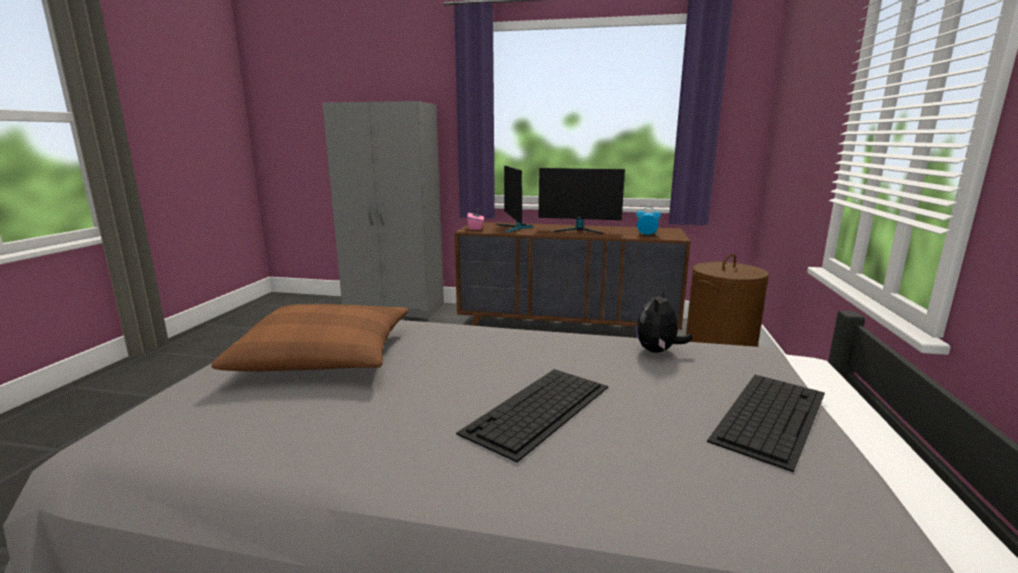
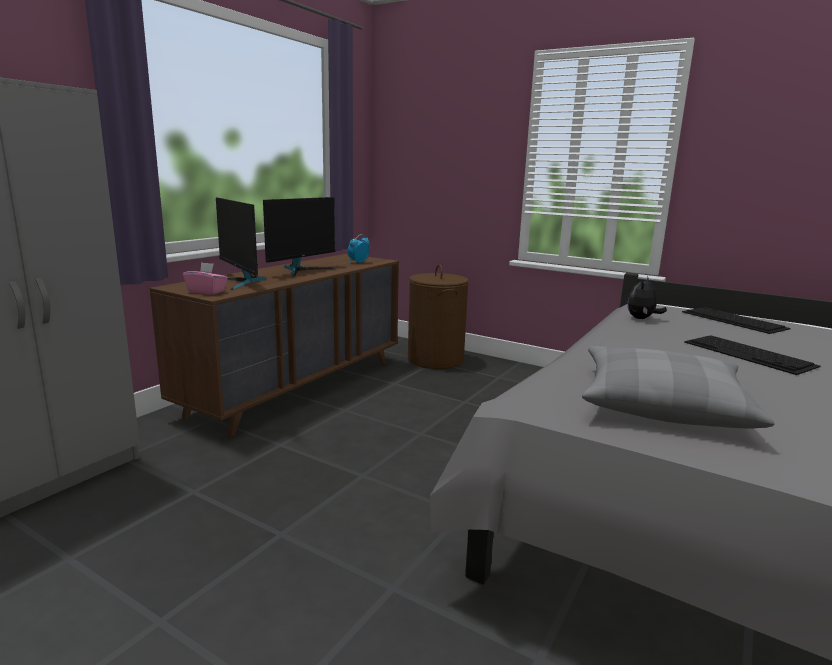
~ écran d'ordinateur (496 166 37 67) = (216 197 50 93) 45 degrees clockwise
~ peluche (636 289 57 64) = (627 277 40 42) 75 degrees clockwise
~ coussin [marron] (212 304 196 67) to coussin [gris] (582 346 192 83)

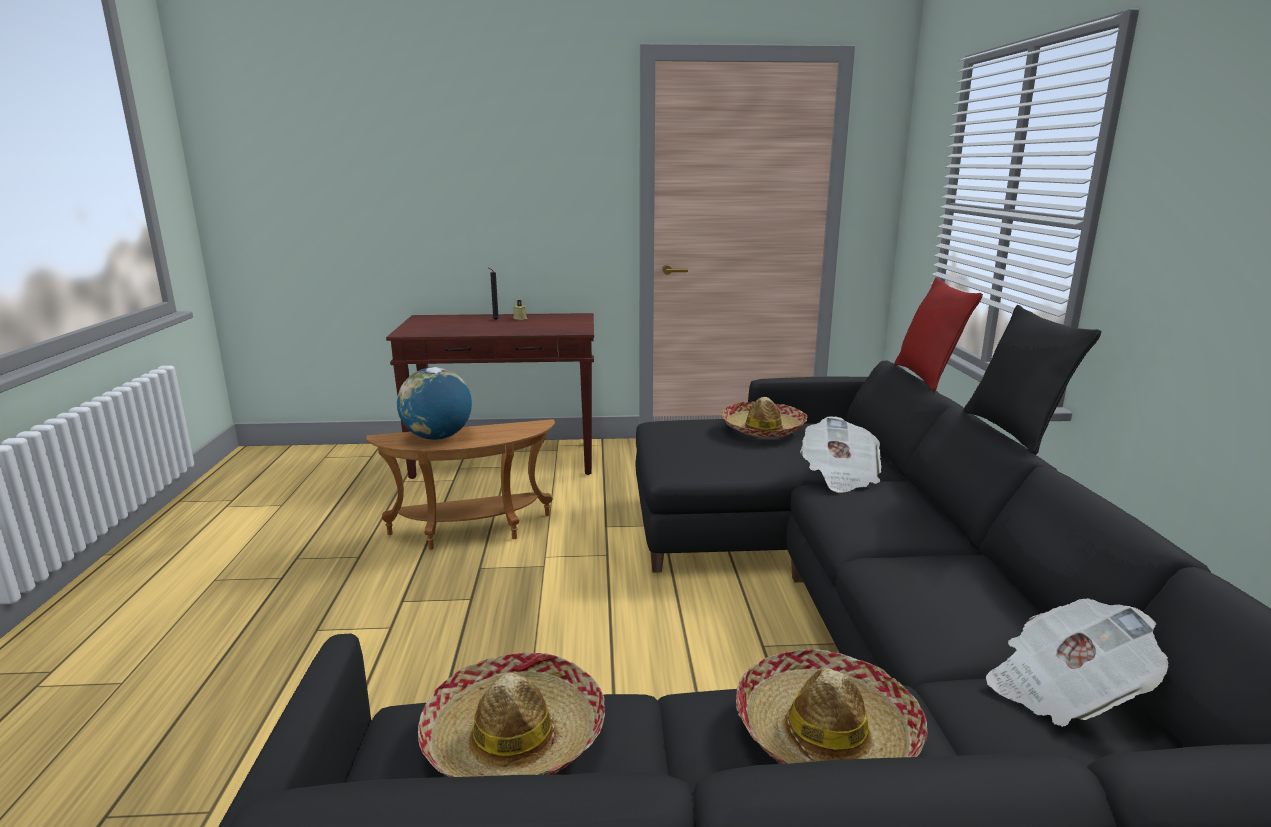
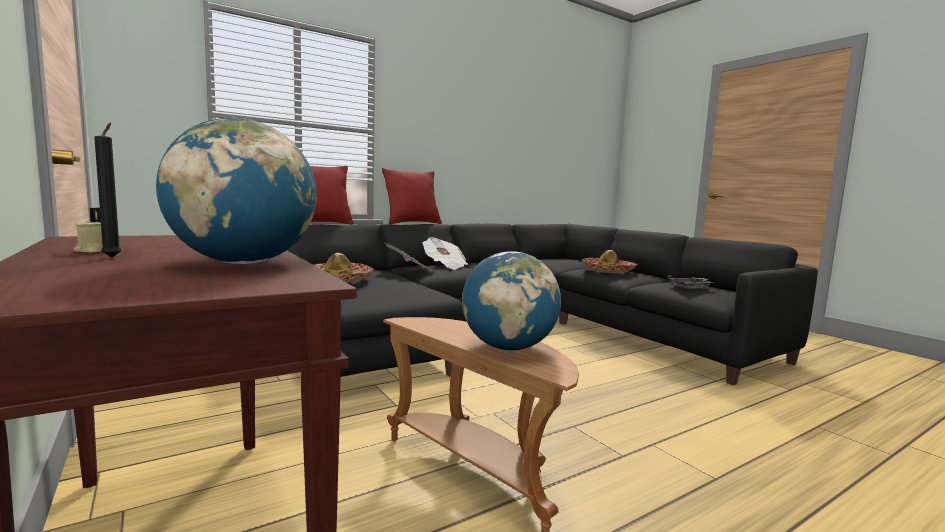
~ coussin [noir] (964 305 138 150) to coussin [rouge] (382 168 60 56)
~ journal (986 598 182 129) to (422 237 46 33)
~ chapeau (418 653 187 124) to plateau [gris] (667 275 48 14)
+ globe (156 118 161 146)

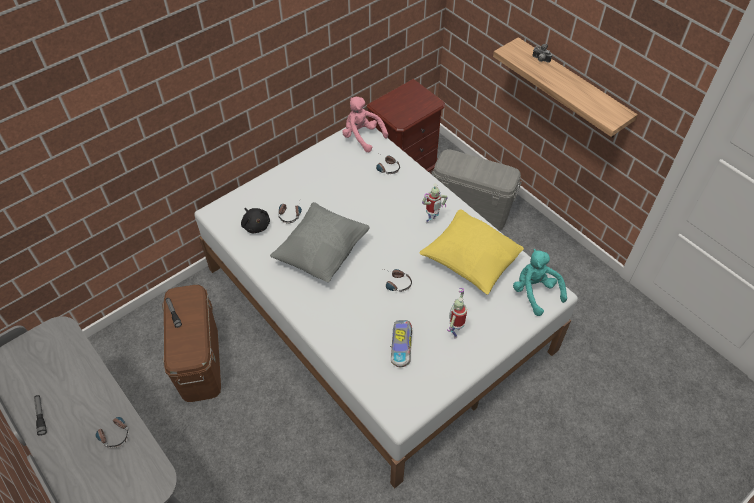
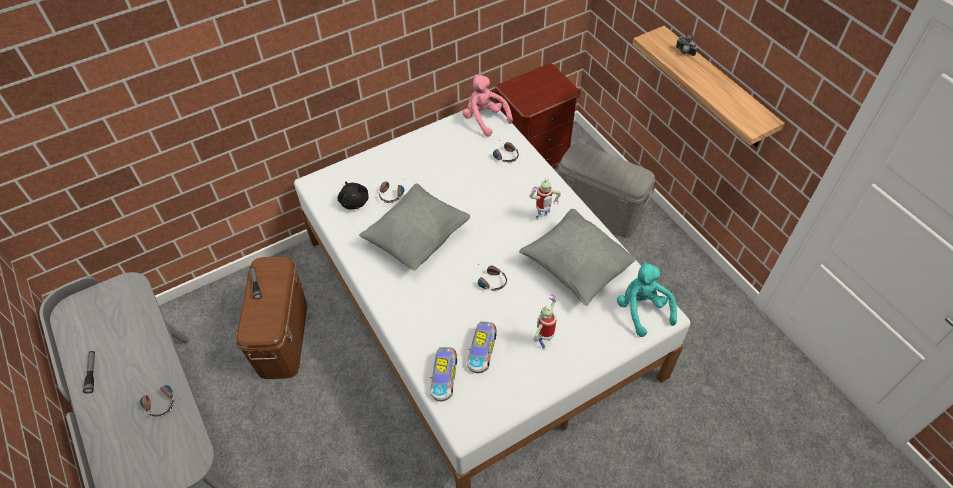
~ coussin [jaune] (419 210 105 85) to coussin [gris] (519 209 117 97)
+ petite voiture (430 347 27 55)

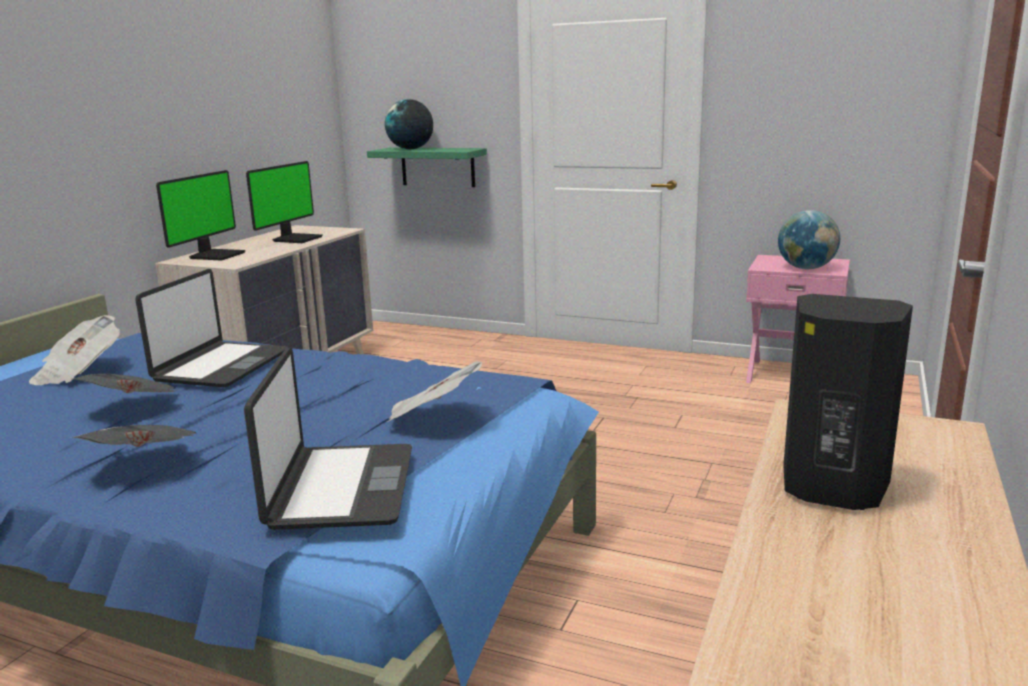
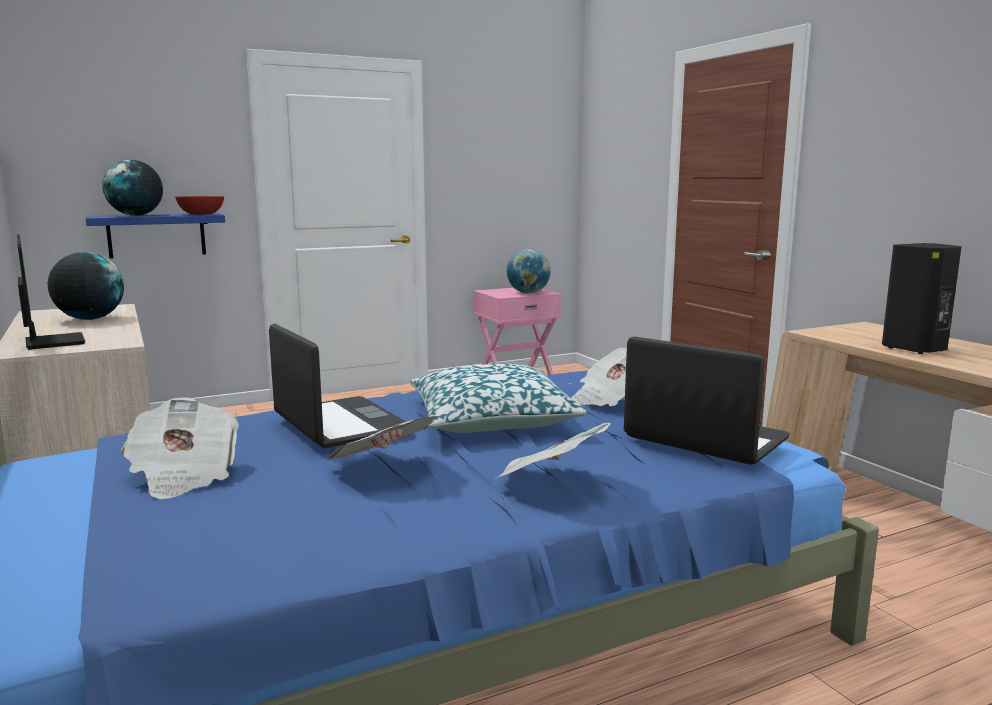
~ étagère [vert] (367 147 120 40) to étagère [bleu] (86 213 139 46)
~ écran d'ordinateur (246 161 77 82) to globe (48 252 76 68)
+ bol [rouge] (175 196 50 19)
+ coussin (410 364 177 69)

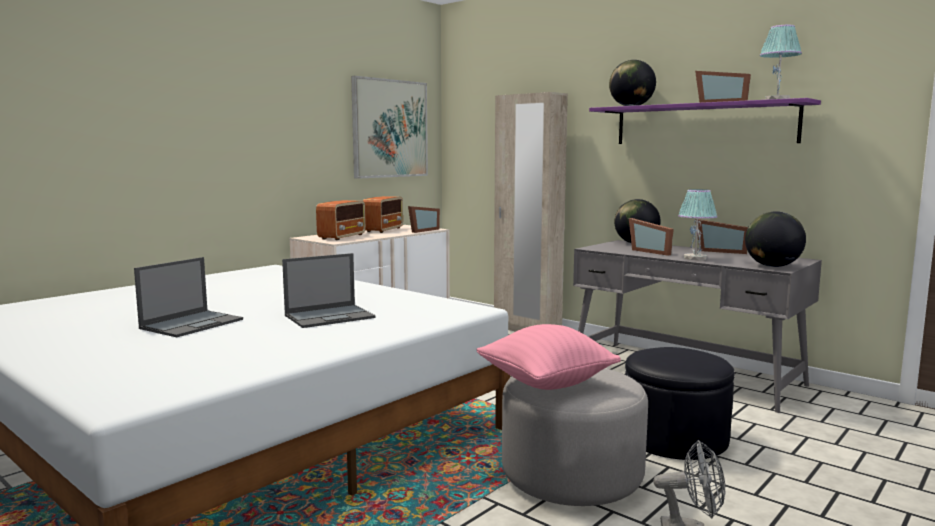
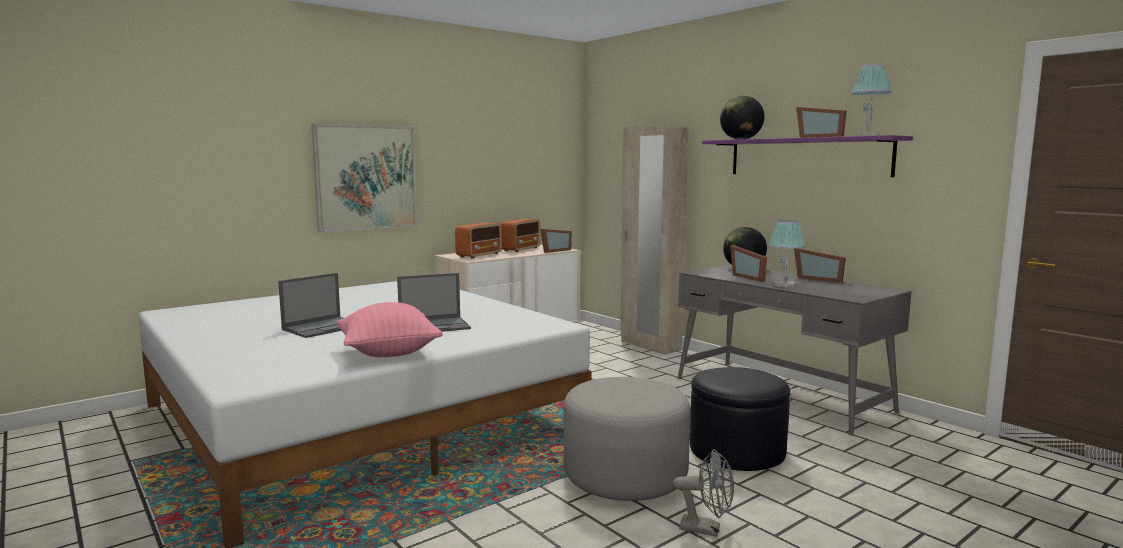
~ tableau (351 76 77 103) to (311 124 106 109)
- globe (745 211 61 56)
~ coussin [rose] (476 324 145 66) to (337 302 106 55)

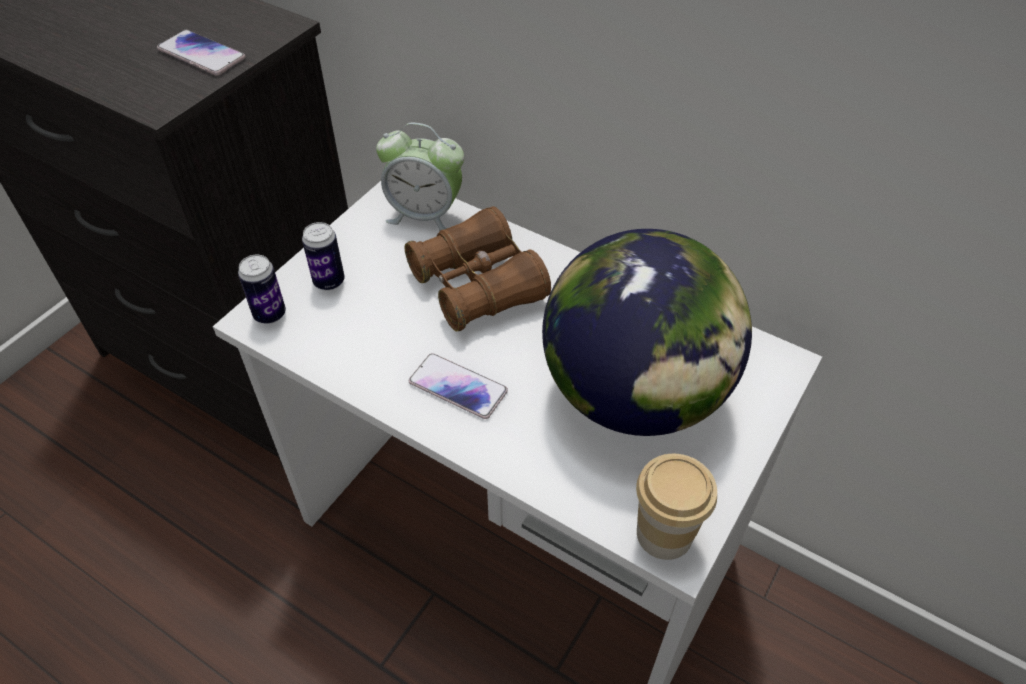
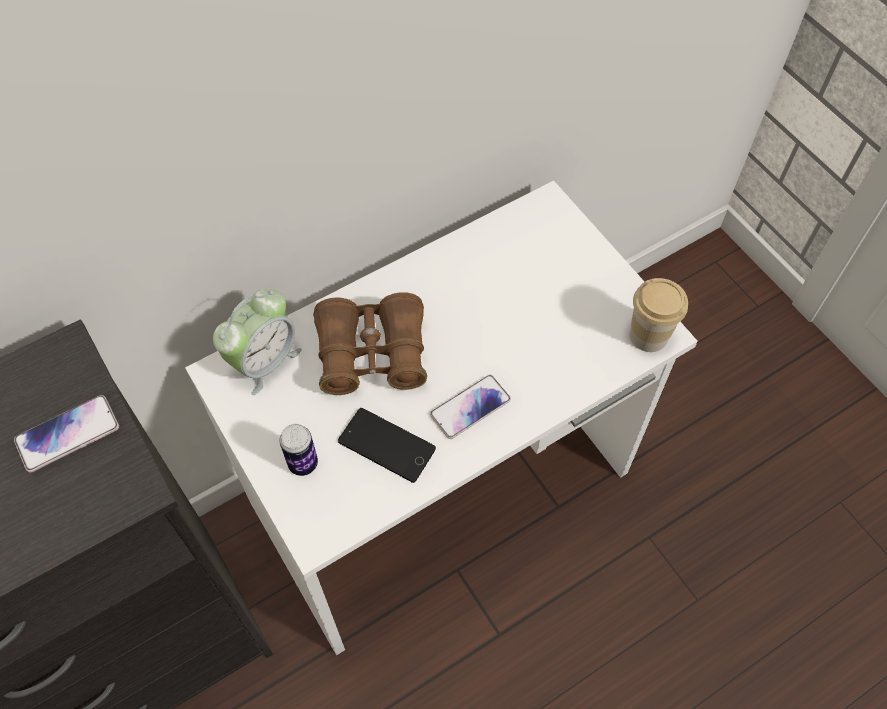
- globe (542 229 210 207)
- boîte métallique (238 255 48 69)
+ téléphone (338 408 98 75)

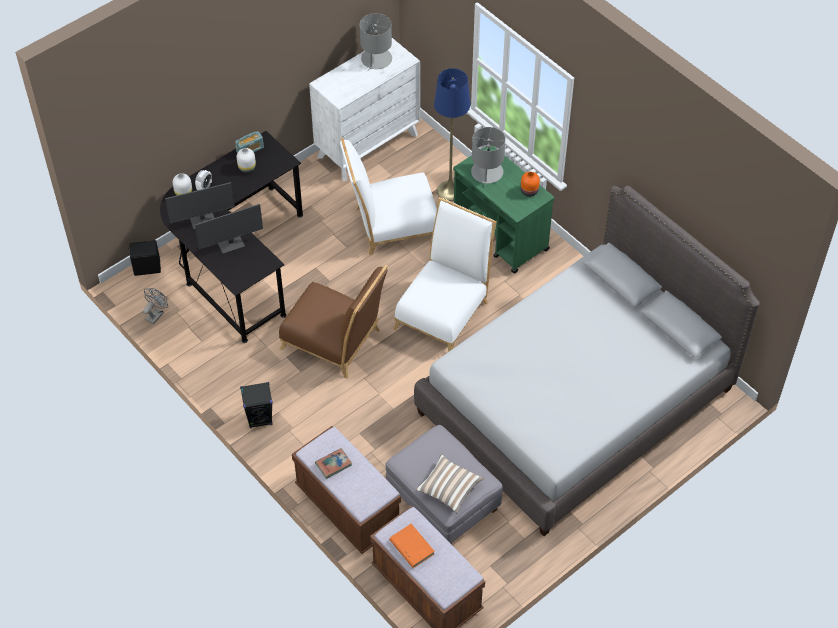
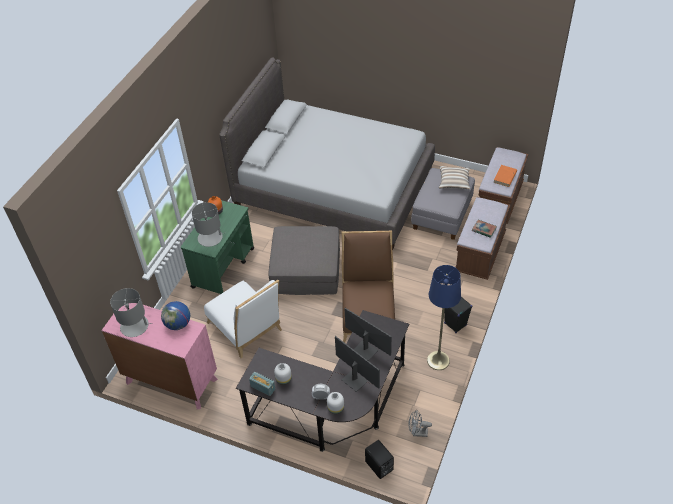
~ commode [blanc] (309 38 111 143) to commode [rose] (102 303 116 106)
~ lampadaire [bleu] (434 68 37 133) to (427 265 34 105)
~ chaise [blanc] (393 197 104 155) to pouf [gris] (269 226 71 69)
+ globe (161 301 29 29)

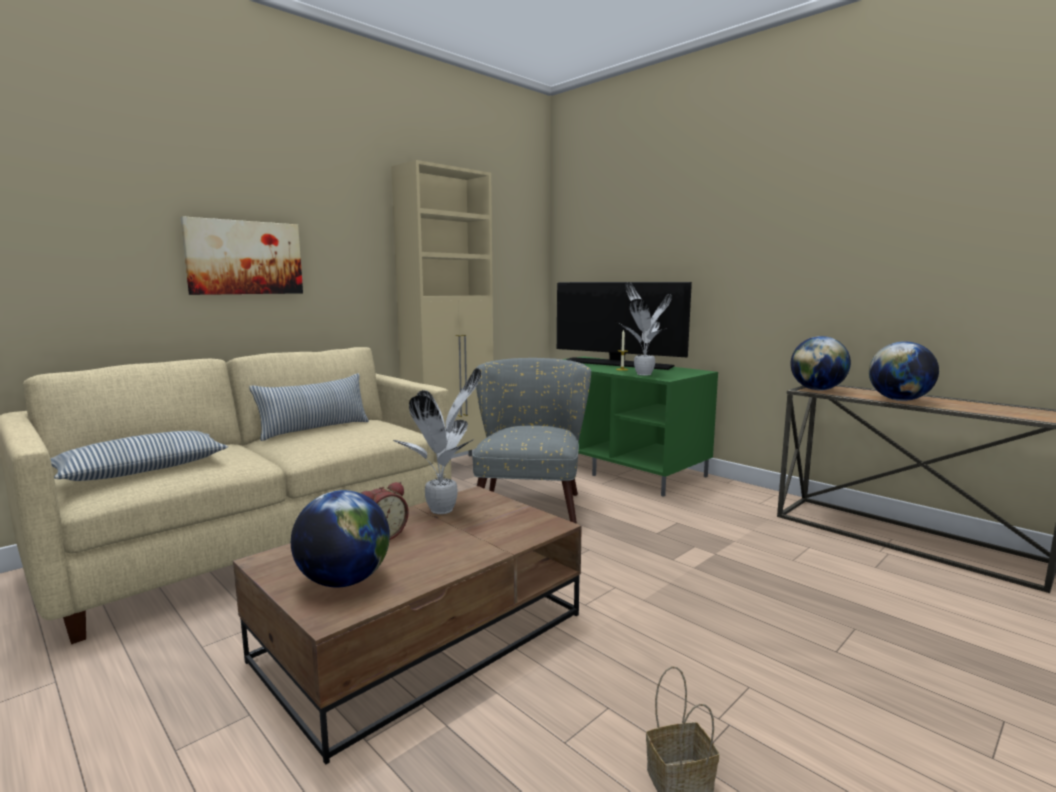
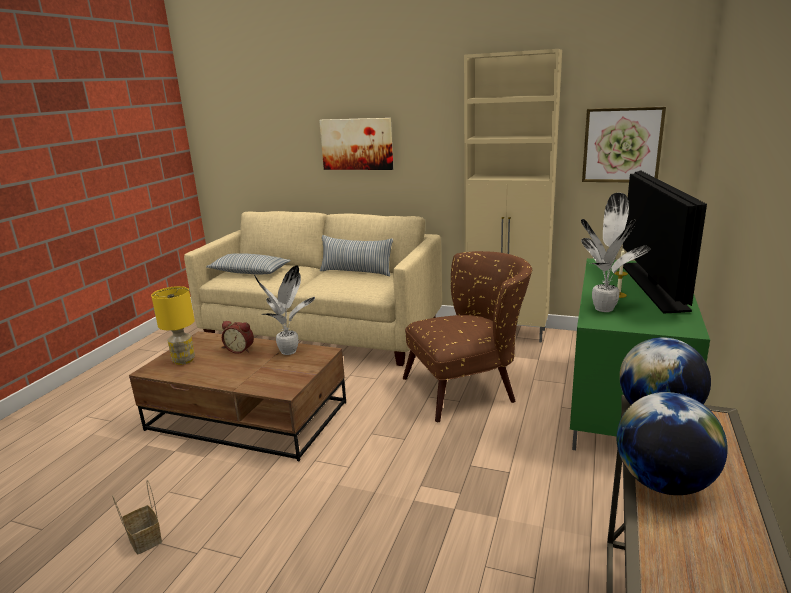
~ fauteuil [gris] (472 358 119 166) to fauteuil [marron] (403 251 129 171)
~ globe (291 490 99 97) to lampe de table [jaune] (151 286 44 79)
+ tableau (582 107 84 75)

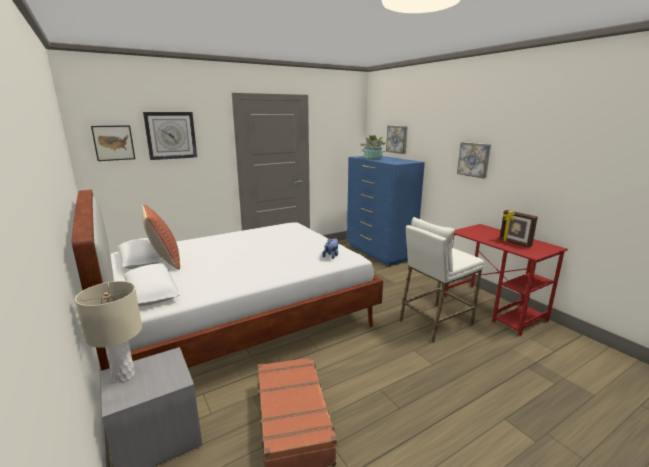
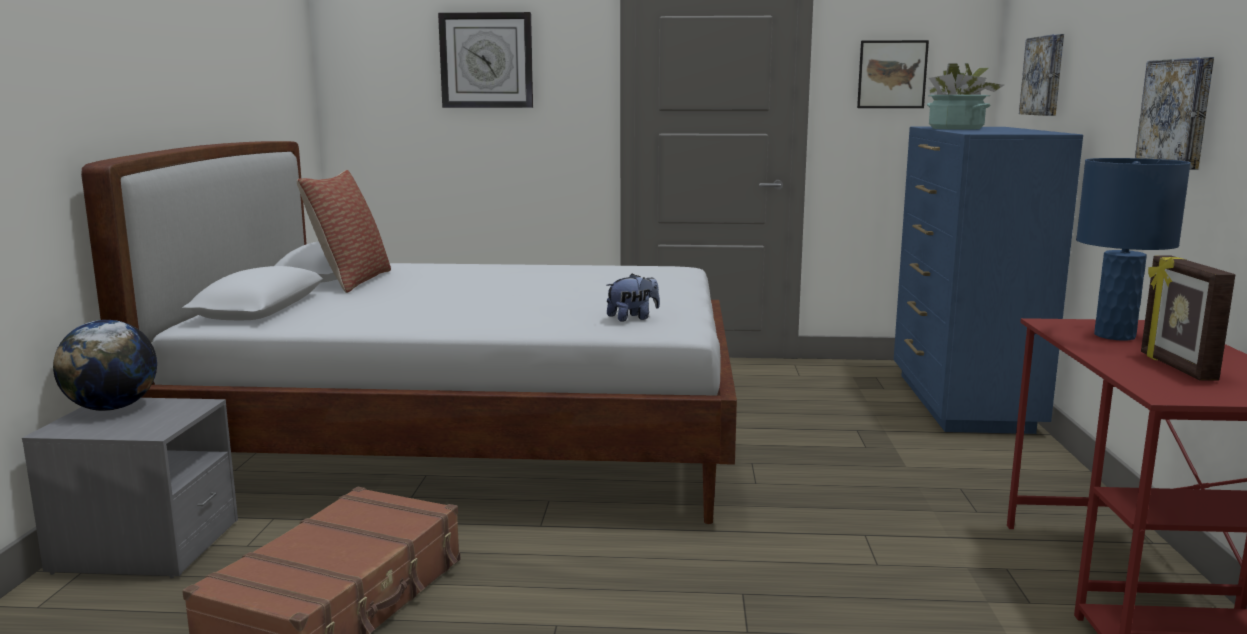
~ tableau (91 125 44 36) to (857 40 72 68)
- tabouret [blanc] (399 217 85 126)
~ lampe de table [beige] (75 281 67 102) to globe (53 320 104 91)
+ lampe de table [bleu] (1076 158 115 182)

